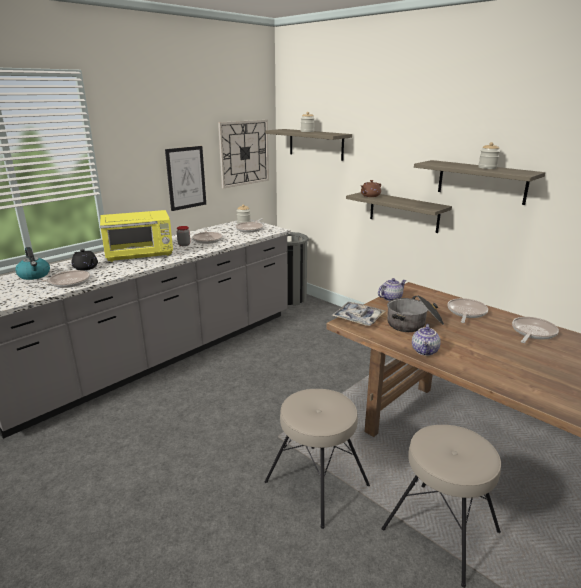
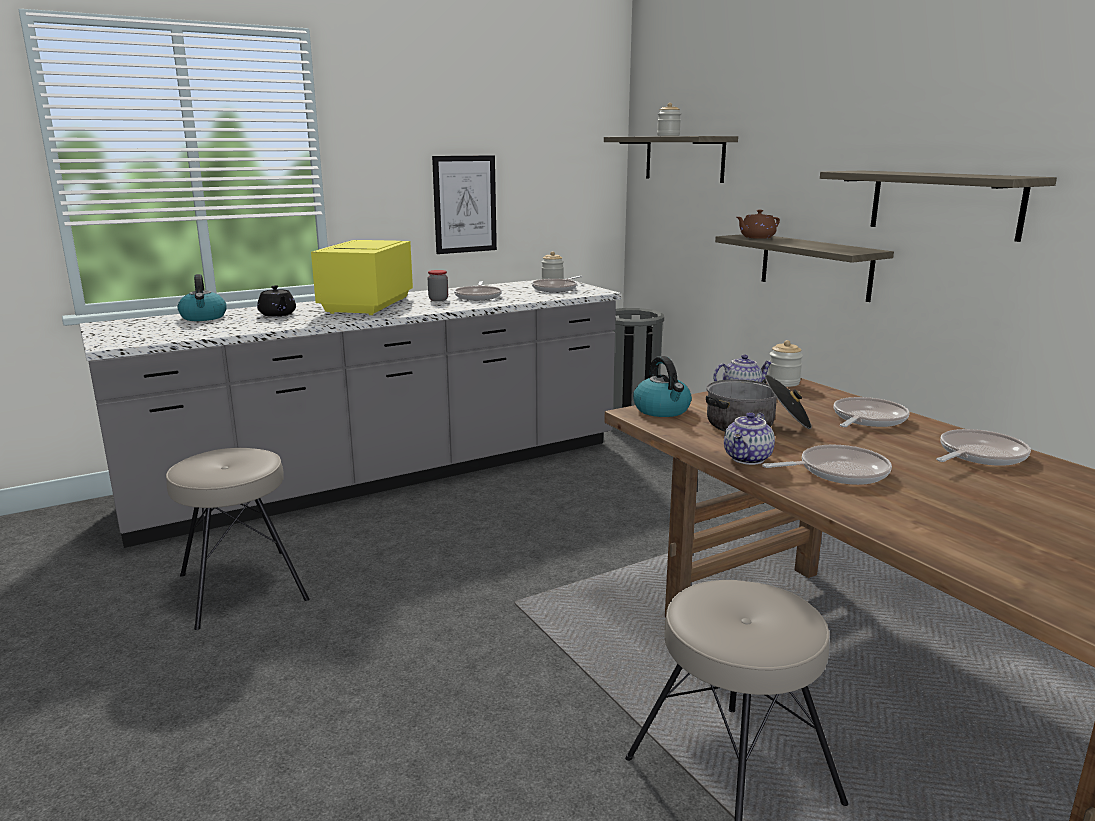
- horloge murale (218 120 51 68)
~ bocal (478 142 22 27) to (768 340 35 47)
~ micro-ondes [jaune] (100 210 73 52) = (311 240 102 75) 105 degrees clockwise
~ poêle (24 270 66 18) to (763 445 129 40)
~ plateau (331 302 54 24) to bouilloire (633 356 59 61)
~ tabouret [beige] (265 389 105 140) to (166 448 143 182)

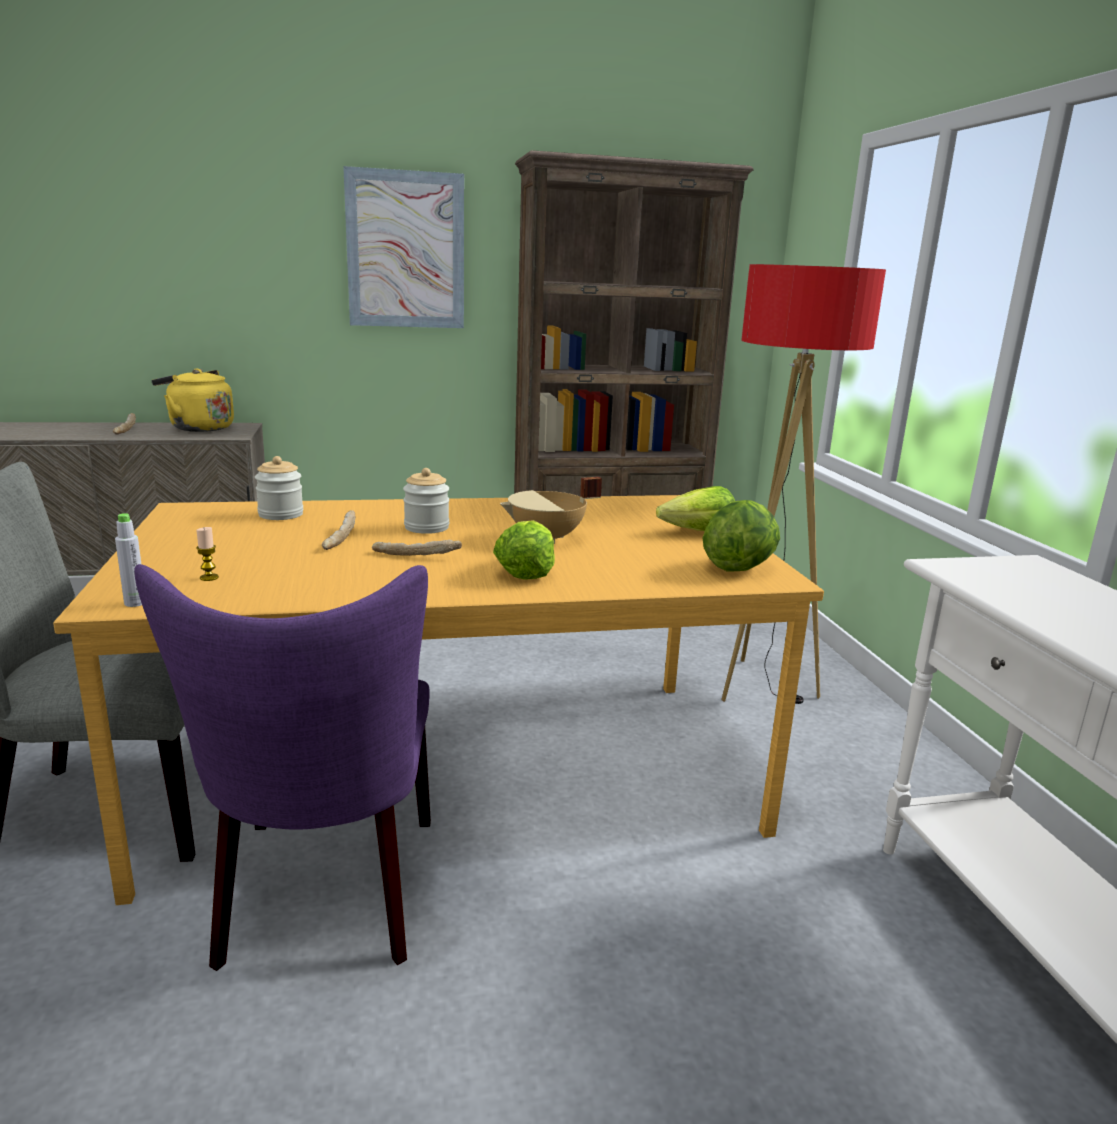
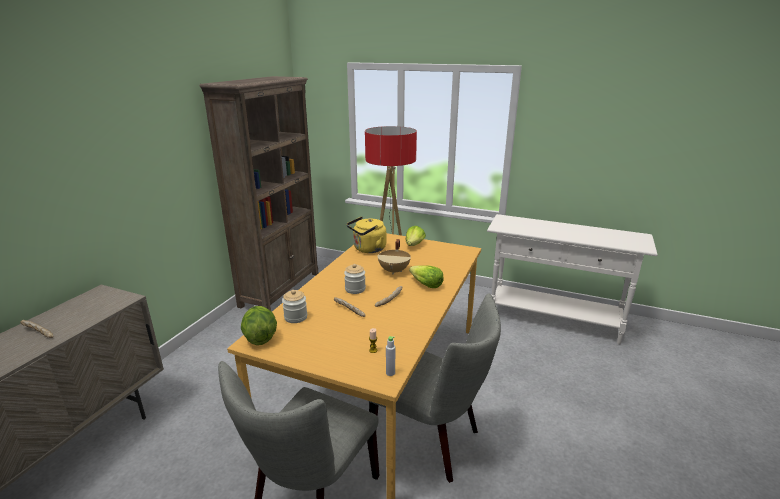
- tableau (343 166 121 162)
~ bouilloire [jaune] (152 368 82 64) to (347 217 39 36)
~ laitue (703 500 77 71) to (241 306 36 39)
~ chaise [violet] (134 564 297 407) to chaise [gris] (369 293 132 190)

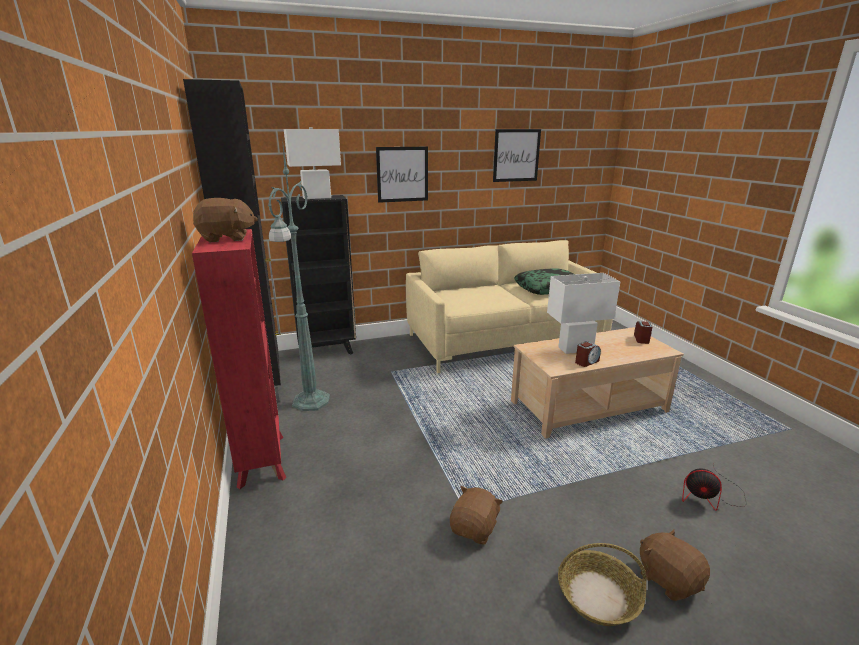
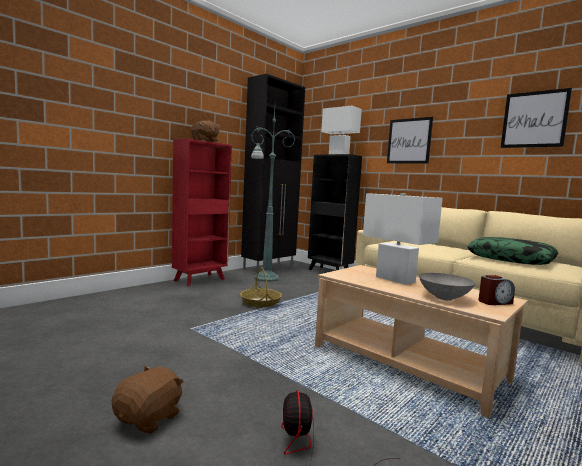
- réveil (575 341 26 26)
- peluche [marron] (450 486 53 59)
~ panier (558 543 88 83) to (240 267 42 40)
+ bol [gris] (419 273 56 27)

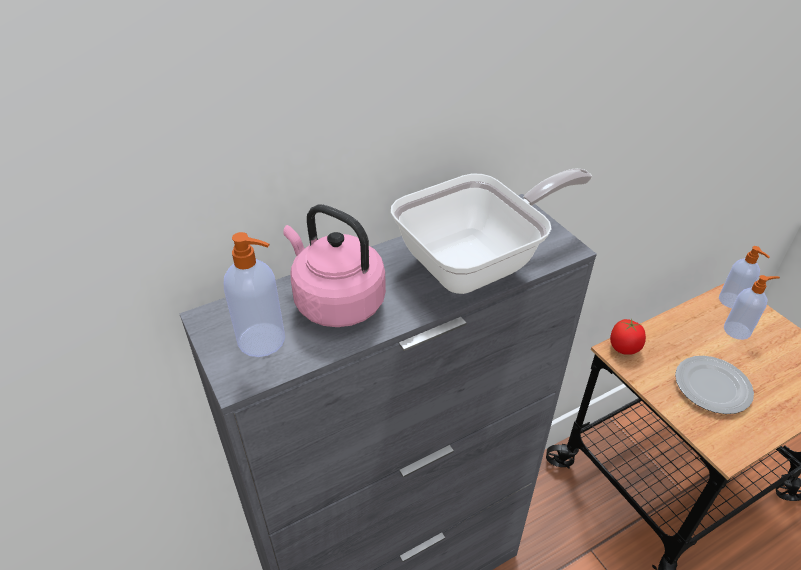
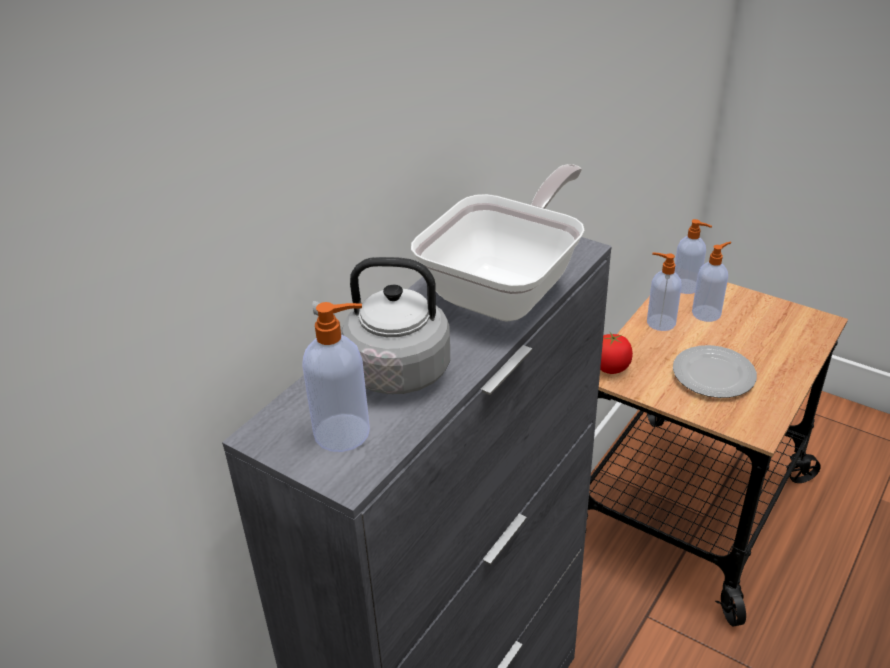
~ bouilloire [rose] (283 204 103 123) to bouilloire [gris] (313 257 137 137)
+ distributeur de savon (647 253 35 78)

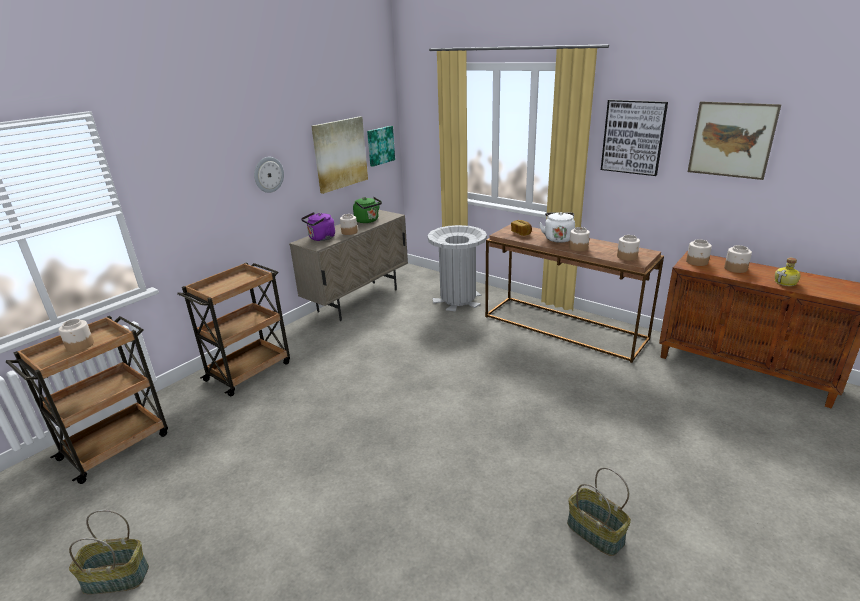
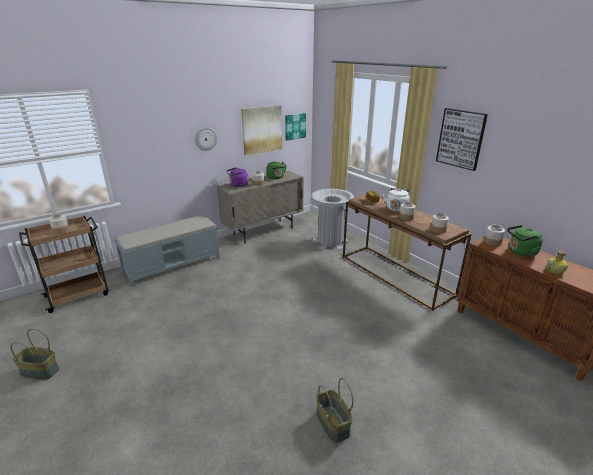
- tableau (688 101 93 79)
~ bocal (724 245 28 28) to bouilloire [vert] (507 225 36 32)
~ chariot [marron] (177 263 113 134) to banc [gris] (114 214 106 73)

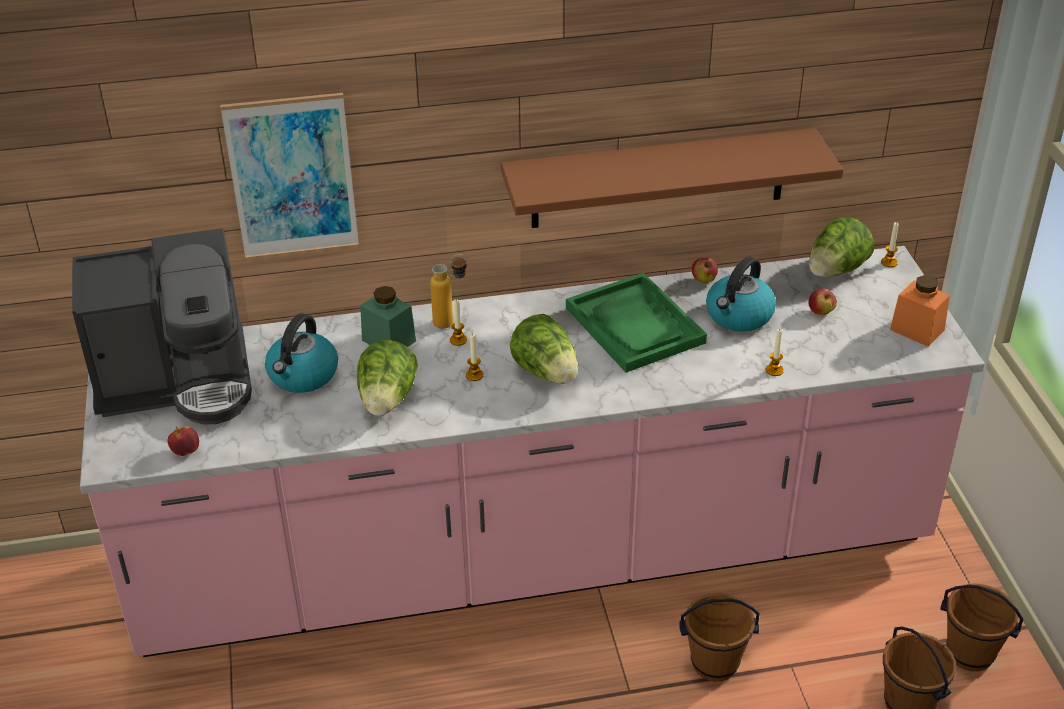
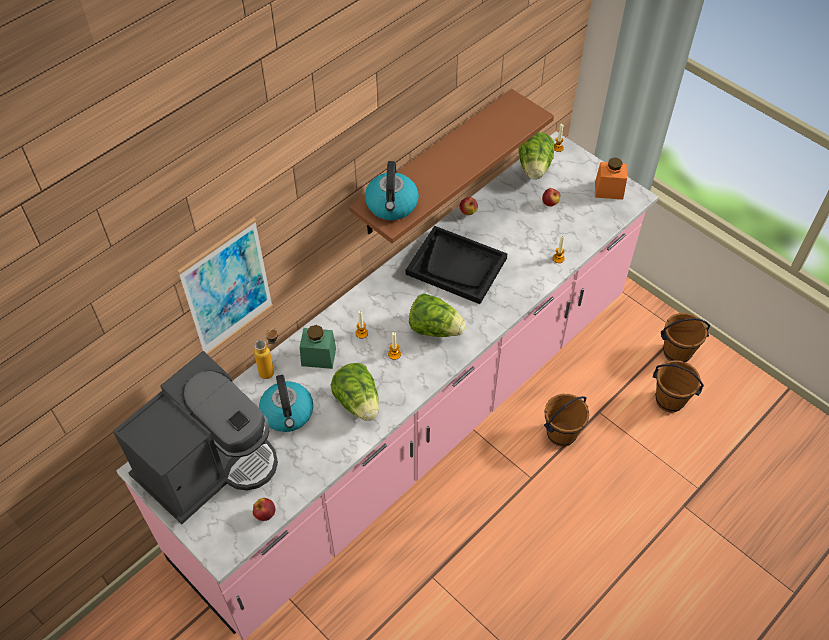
~ bouteille (430 254 38 75) to (254 328 24 51)
~ bouilloire (706 257 70 75) to (365 161 54 59)
~ plateau [vert] (566 273 141 100) to plateau [noir] (406 226 101 78)

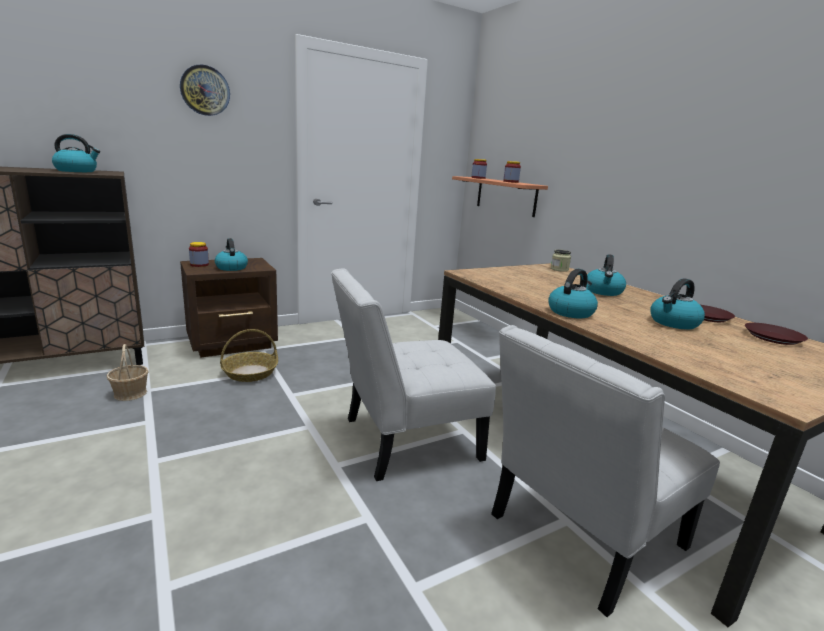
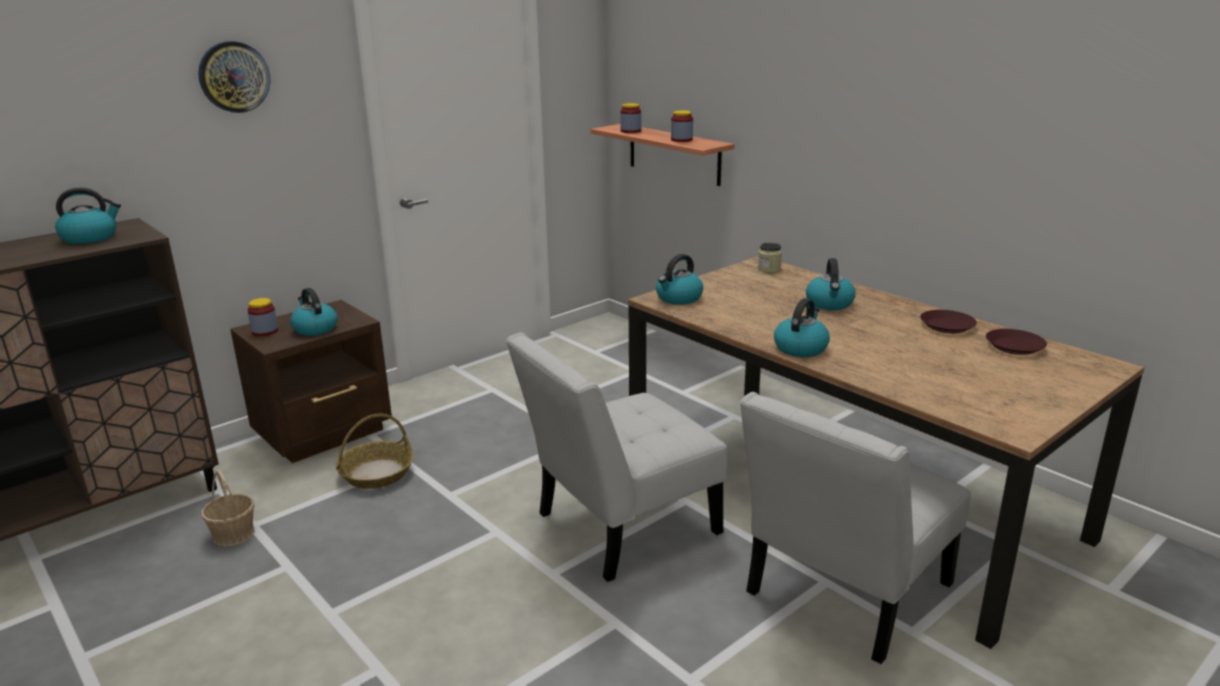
~ bouilloire (650 278 55 51) to (656 254 47 51)

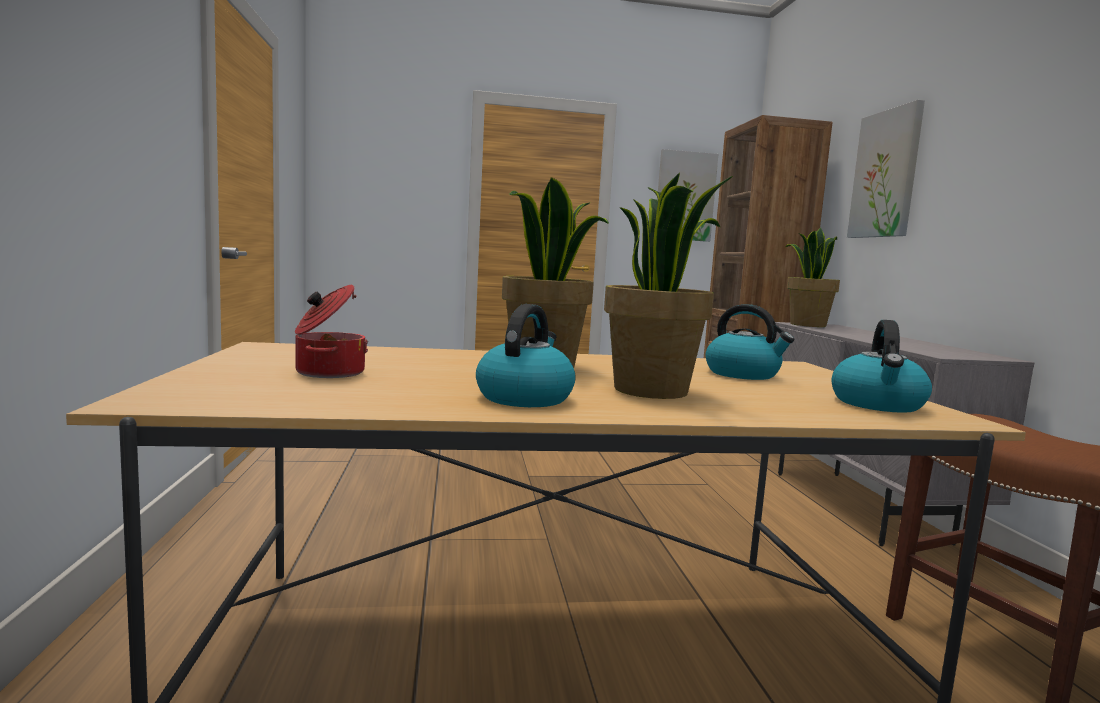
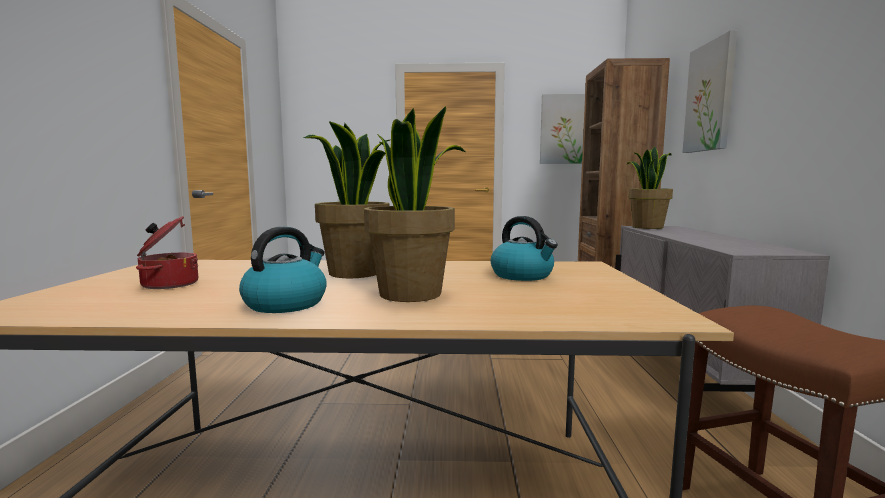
- bouilloire (832 320 100 93)

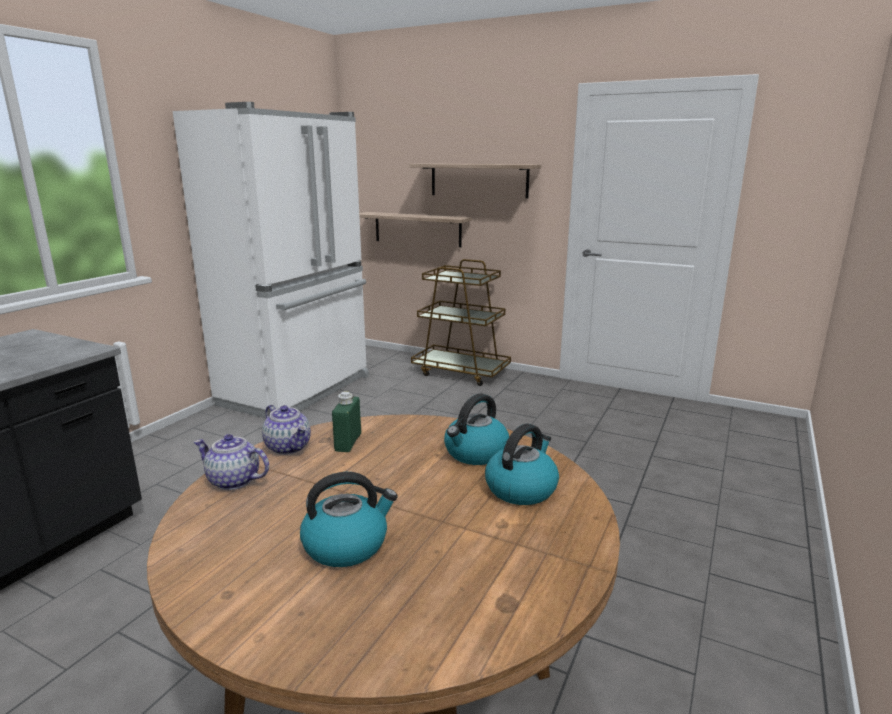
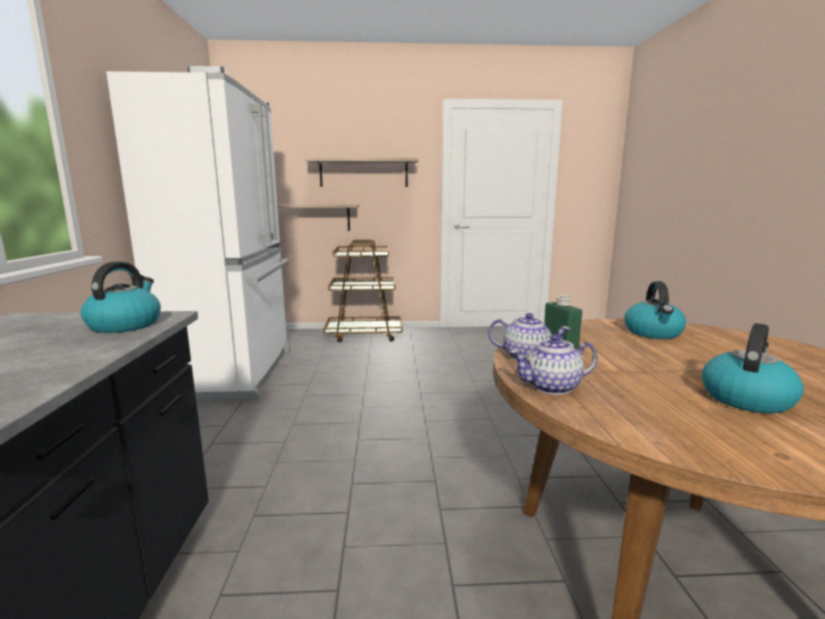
~ bouilloire (485 424 74 81) to (81 261 80 72)

